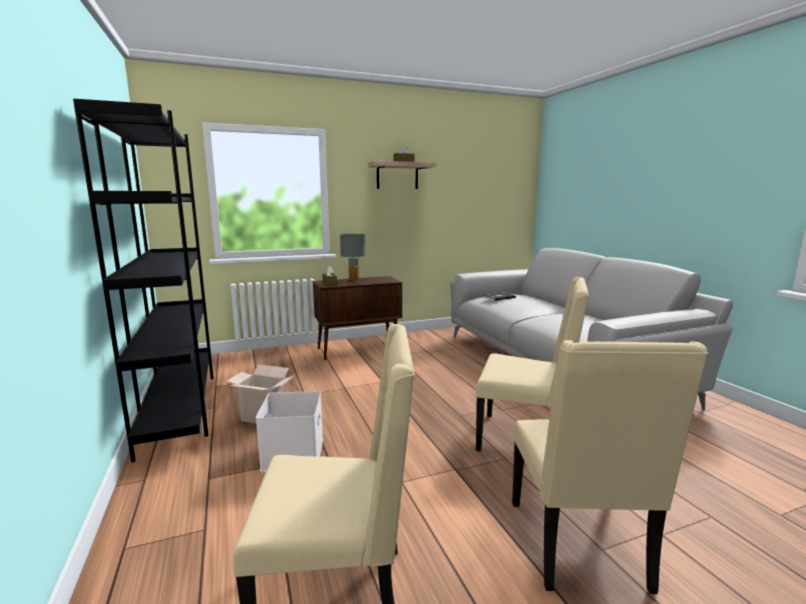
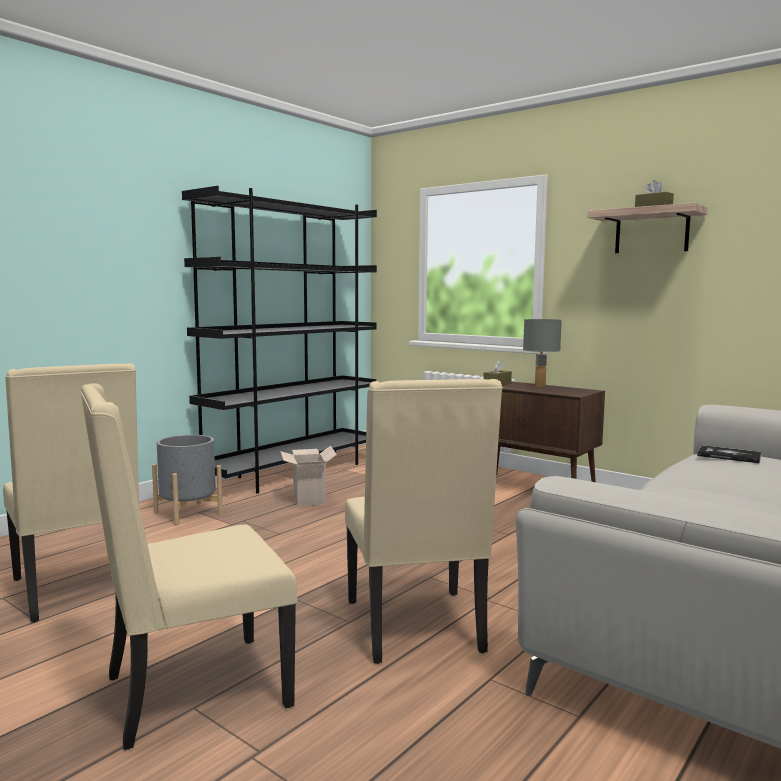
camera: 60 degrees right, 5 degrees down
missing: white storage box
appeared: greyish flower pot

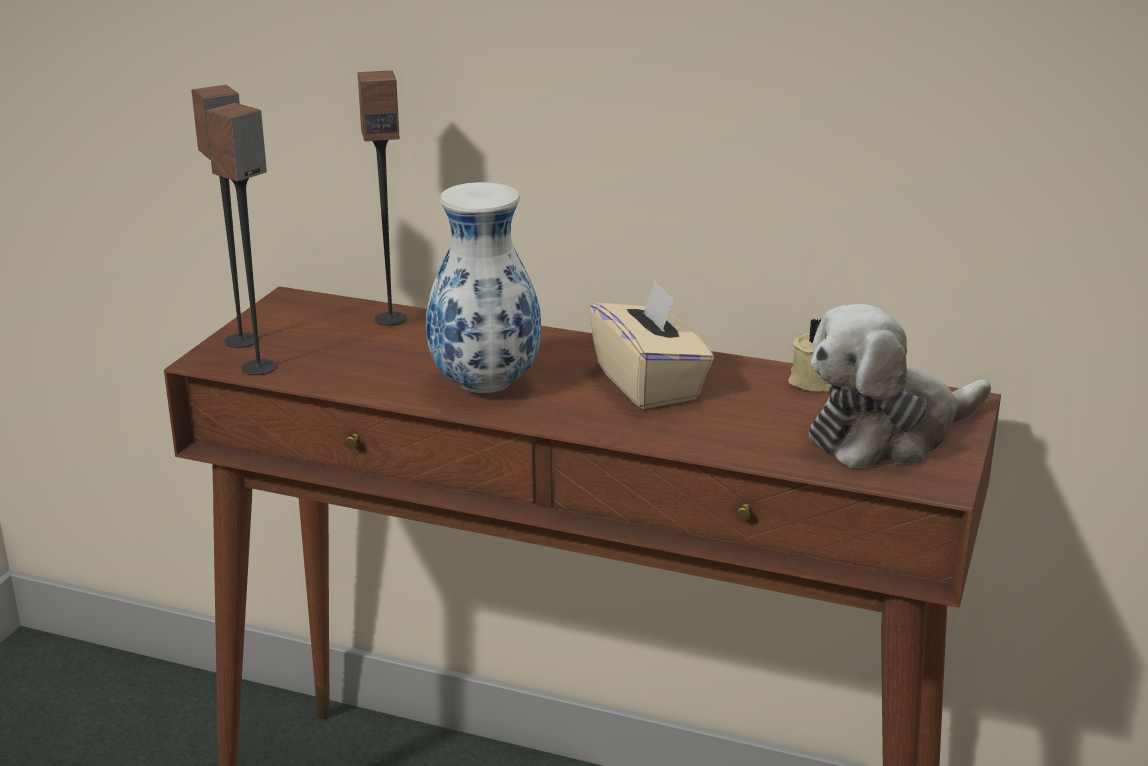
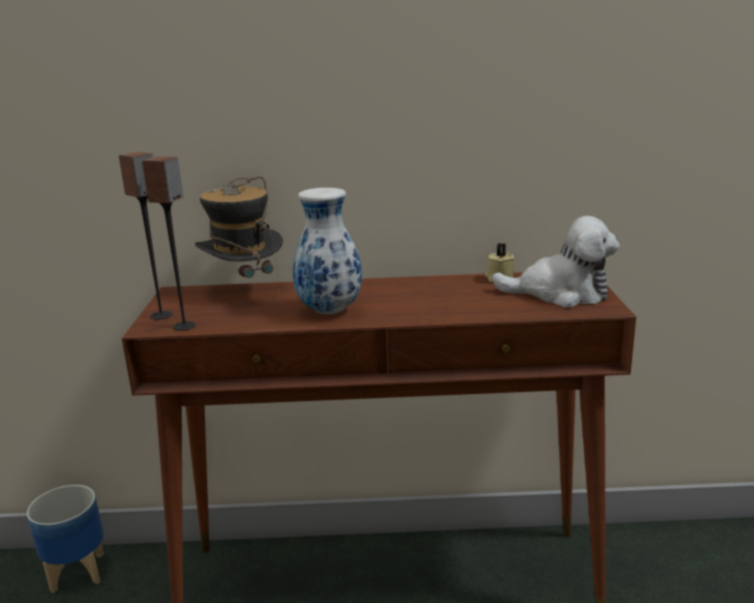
camera: 20 degrees left, 5 degrees down
missing: sand-coloured box of tissues
appeared: flower pot
exchanged: loudspeaker (no. 3 from left) to clothing hat
spun: soft toy 120 degrees counterclockwise

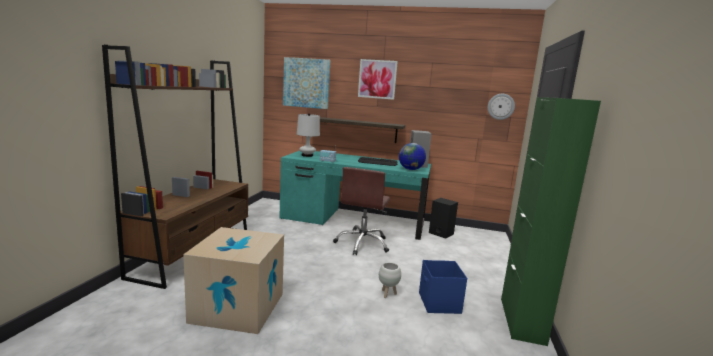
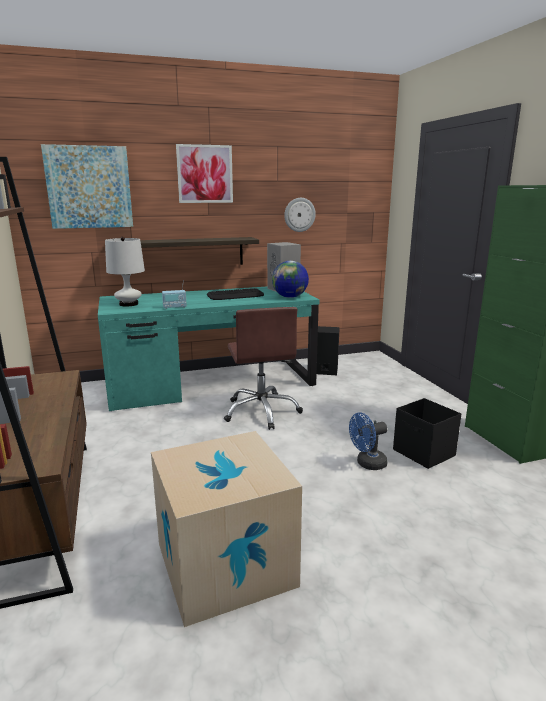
camera: 30 degrees left, 5 degrees up
relocated: clock on the wall
exchanged: white flower pot to blue fan
colour: blue storage box to black storage box

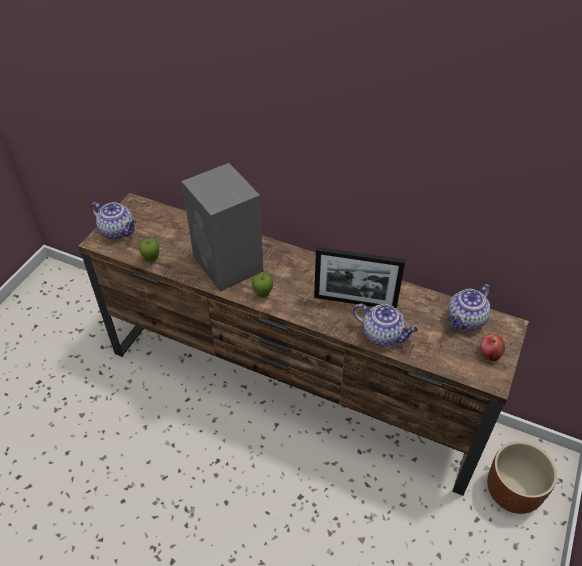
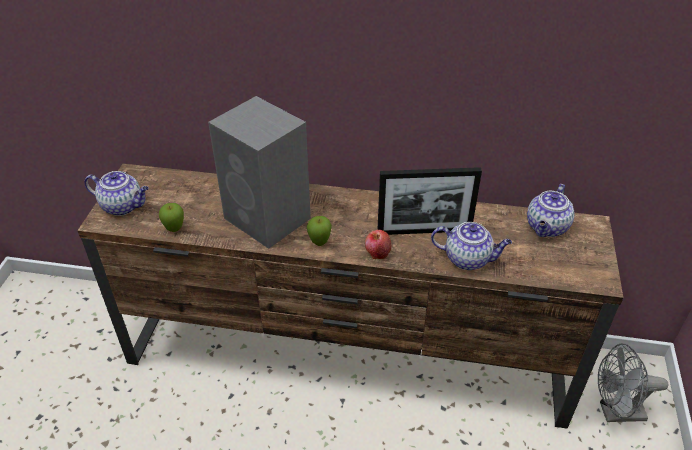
camera: 15 degrees left, 5 degrees down
relocated: apple (no. 3 from left)
exchanged: brown-coloured flower pot to greyish fan

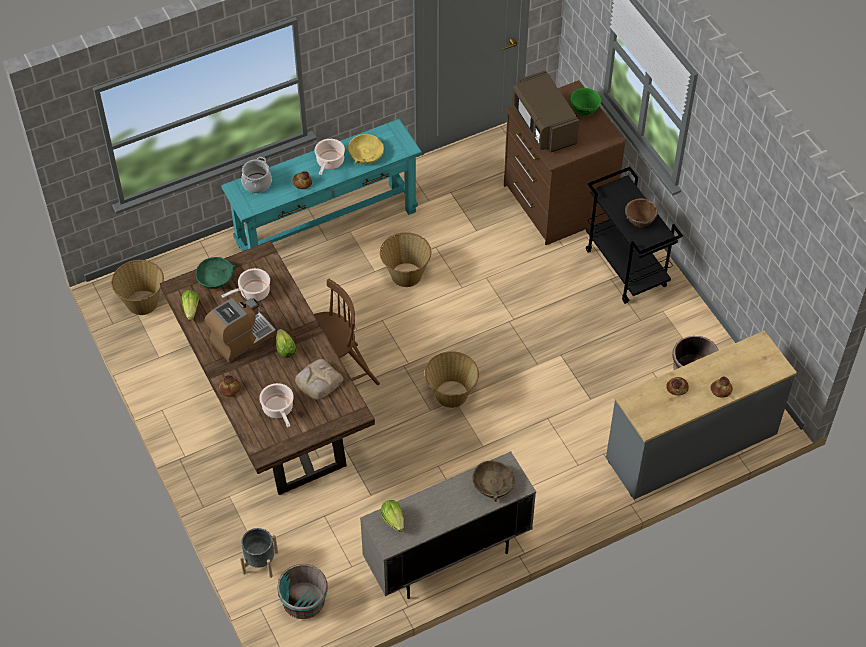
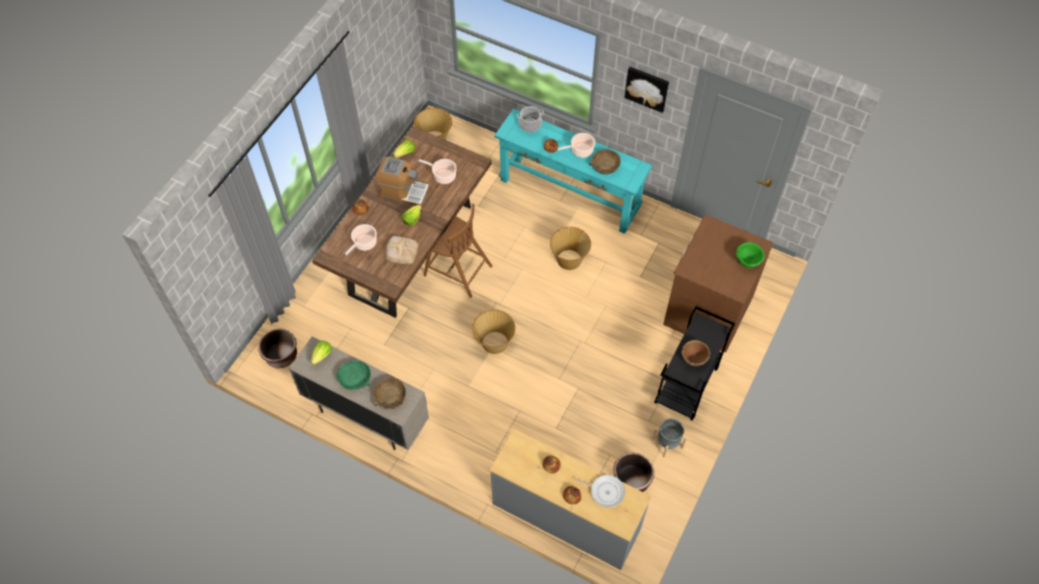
camera: 55 degrees right, 5 degrees up
missing: brown-coloured microwave
appeared: picture; frying pan
relocated: green deep dish (no. 1 from left); greyish flower pot
colour: yellow-coloured deep dish to brown-coloured deep dish (no. 2 from left); turquoise flower pot to brown-coloured flower pot (no. 1 from left)

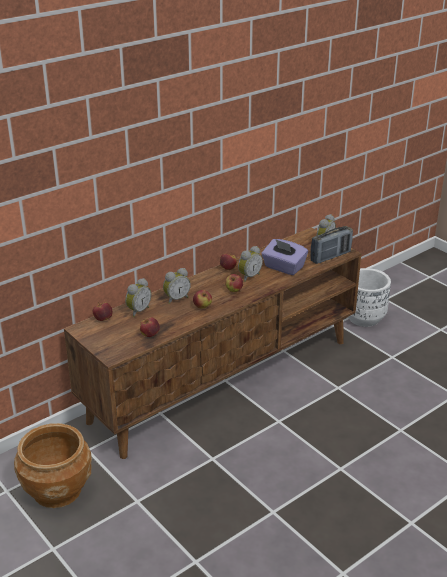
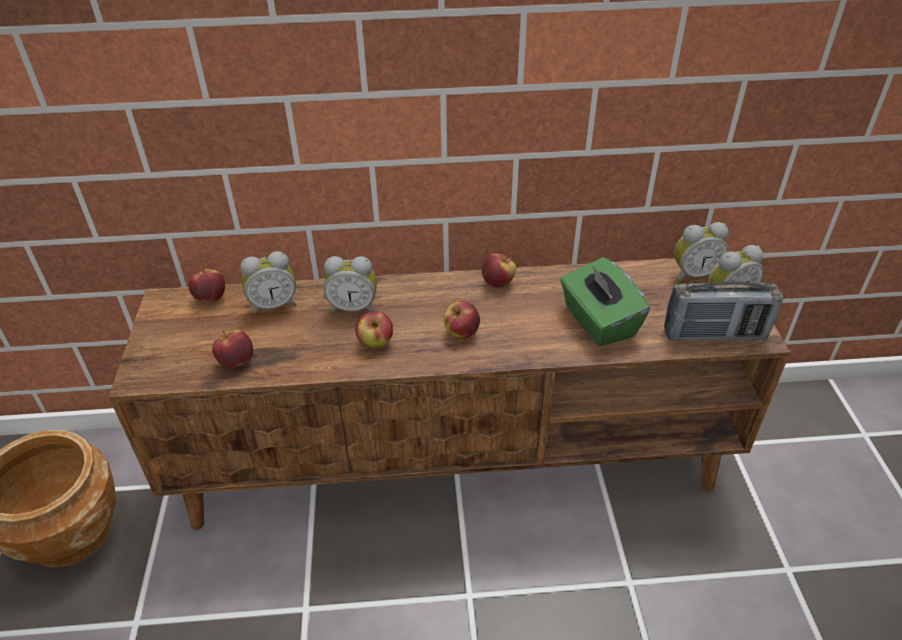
camera: 35 degrees right, 10 degrees up
missing: white flower pot
relocated: bedside clock (no. 3 from left)
colour: purplish box of tissues to green box of tissues

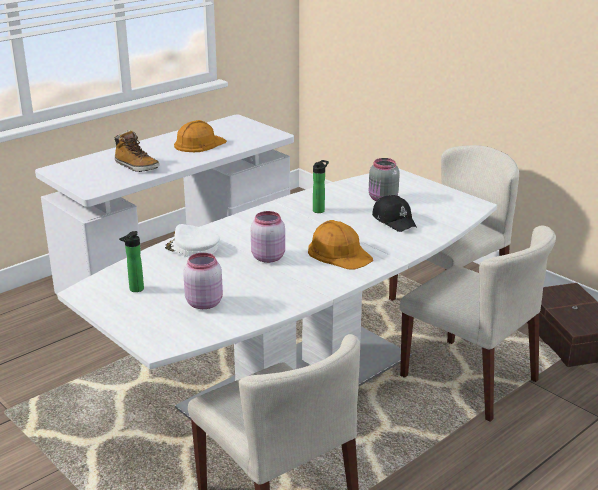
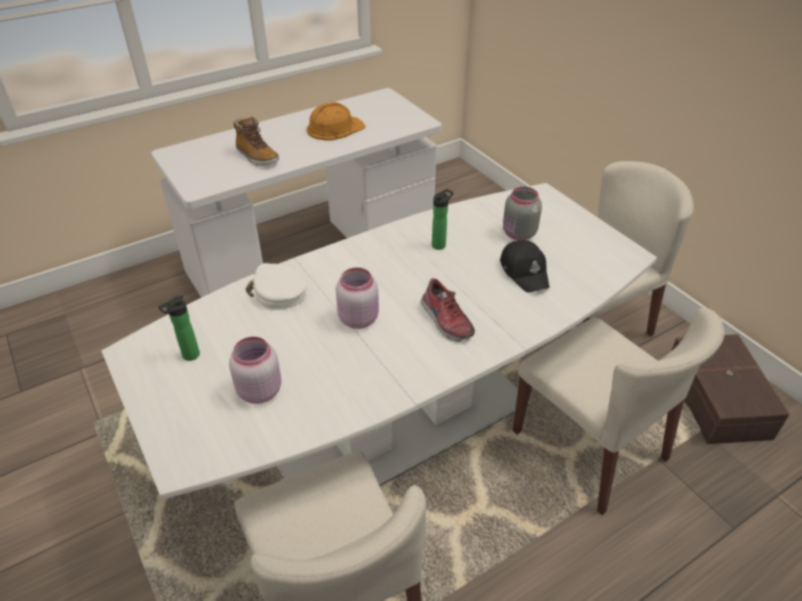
camera: 10 degrees right, 15 degrees up
exchanged: orange work helmet (no. 2 from left) to item of footwear

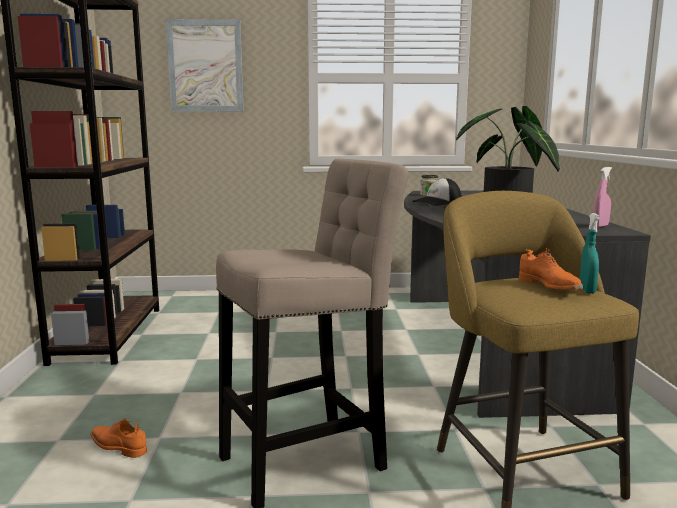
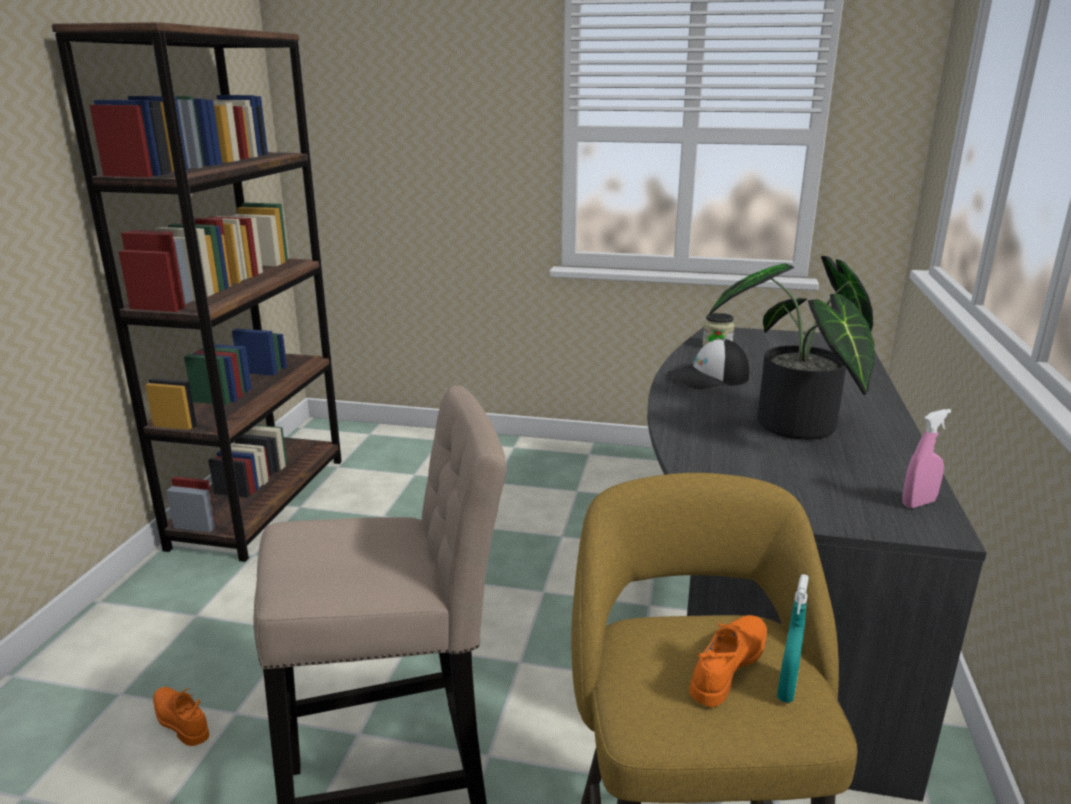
camera: 15 degrees right, 10 degrees up
missing: picture
spun: orange item of footwear (no. 2 from left) 135 degrees counterclockwise

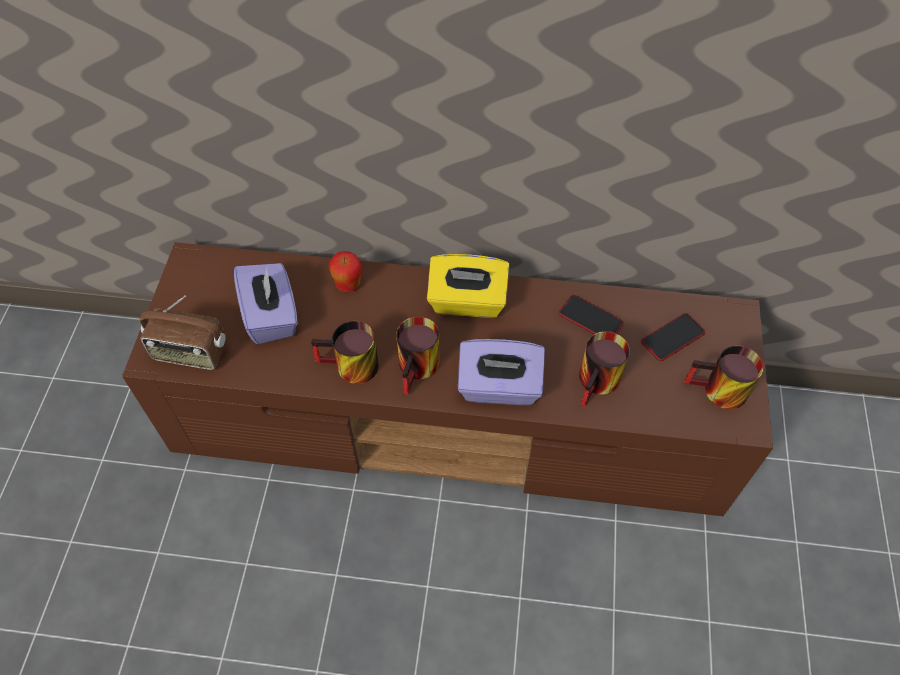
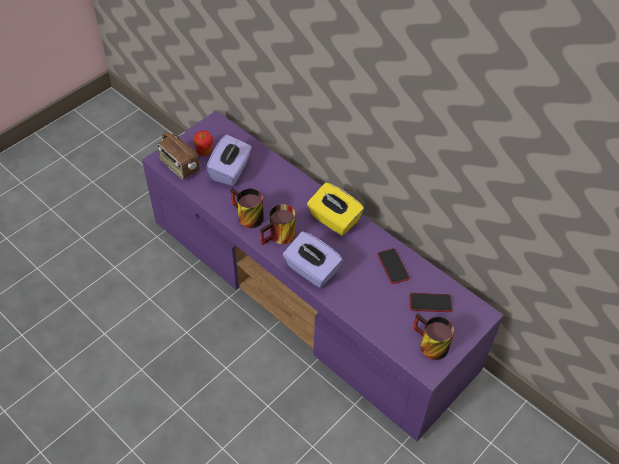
camera: 35 degrees right, 5 degrees down
missing: mug (no. 3 from left)
relocated: apple
colour: brown-coloured media console to purplish media console

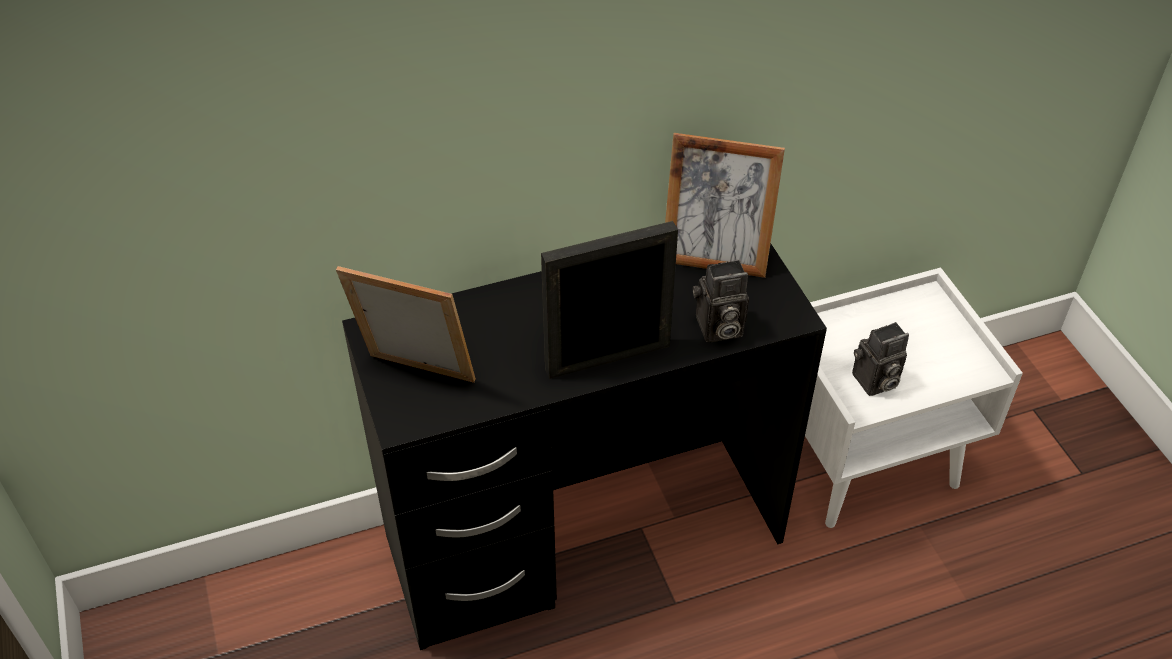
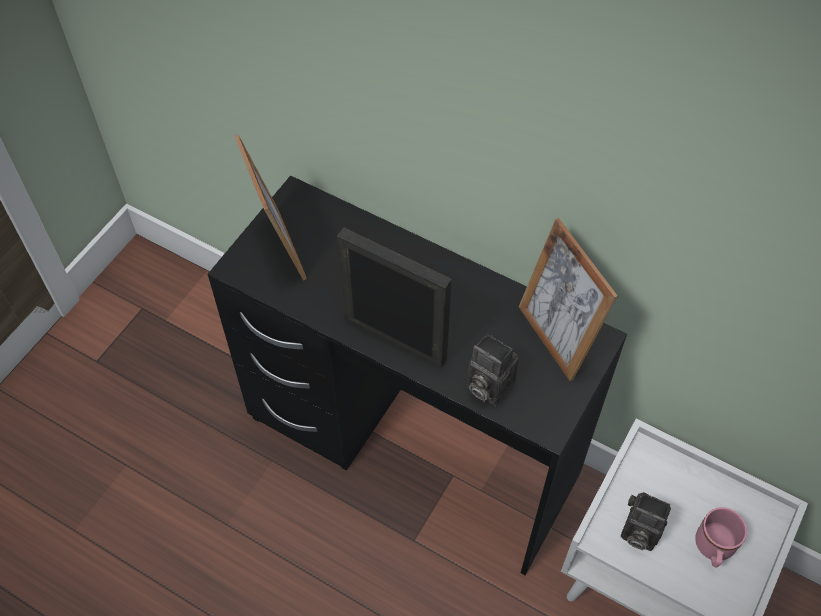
camera: 50 degrees right, 10 degrees up
appeared: pink mug

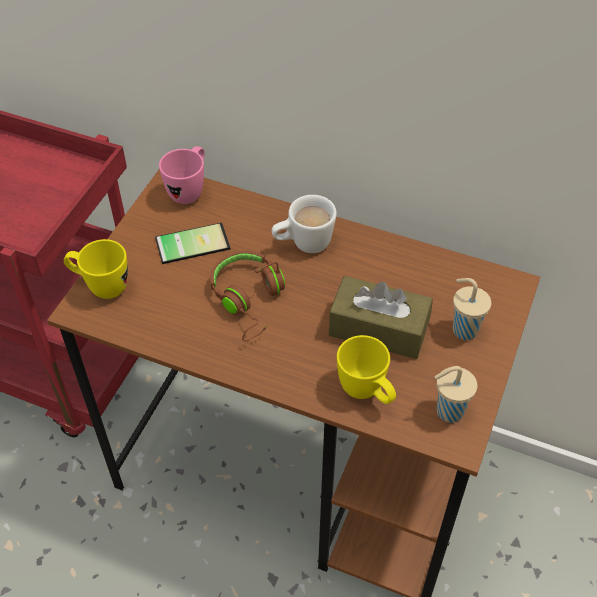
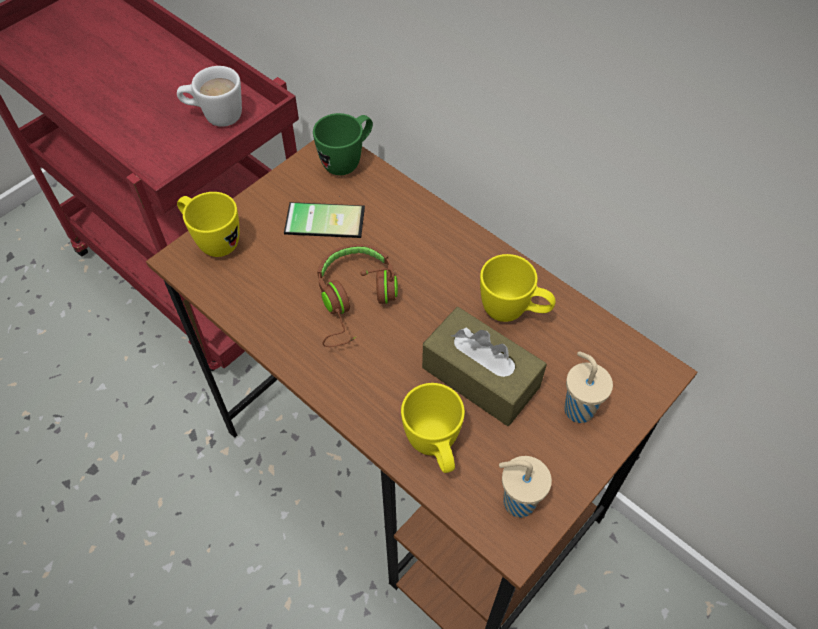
camera: 20 degrees right, 5 degrees up
appeared: yellow-coloured mug (no. 3 from left)
relocated: white mug
colour: pink mug to green mug

